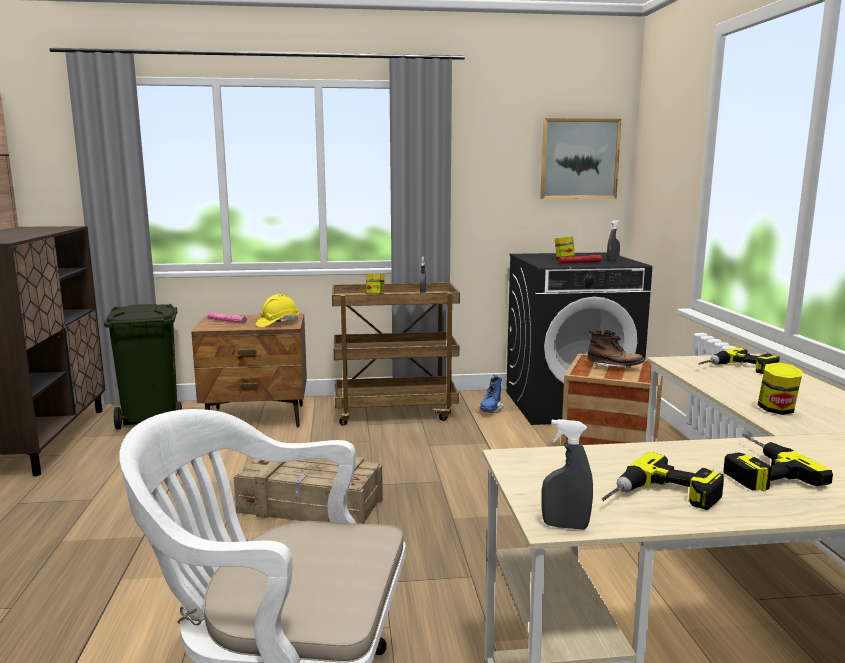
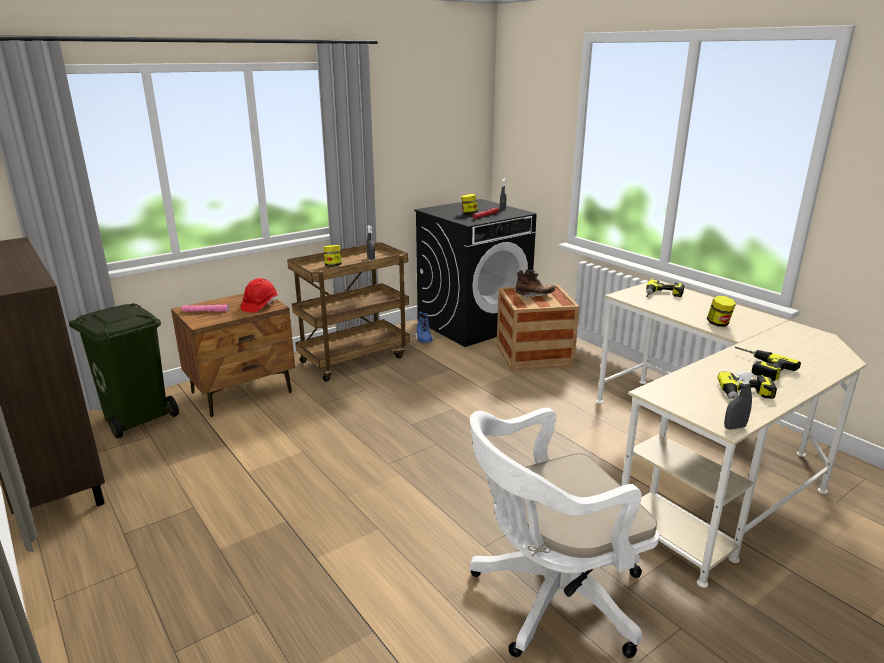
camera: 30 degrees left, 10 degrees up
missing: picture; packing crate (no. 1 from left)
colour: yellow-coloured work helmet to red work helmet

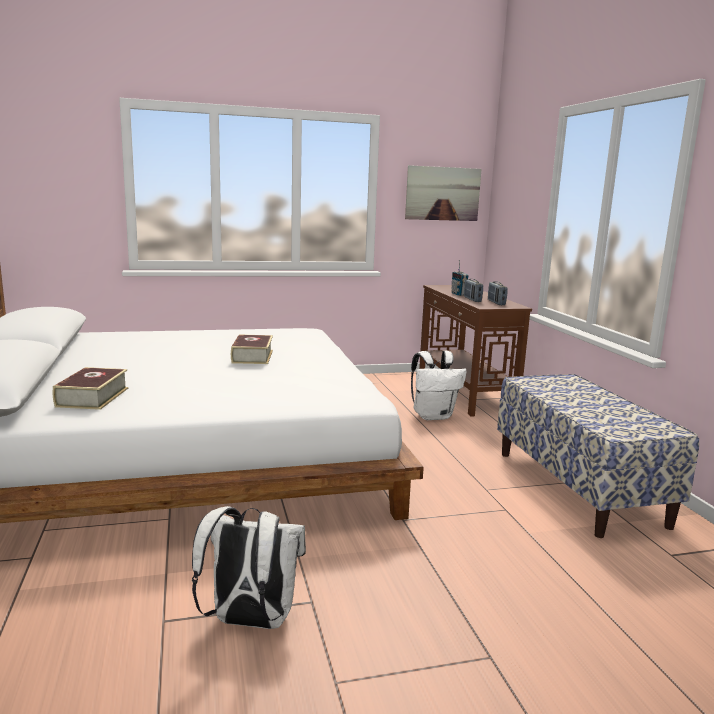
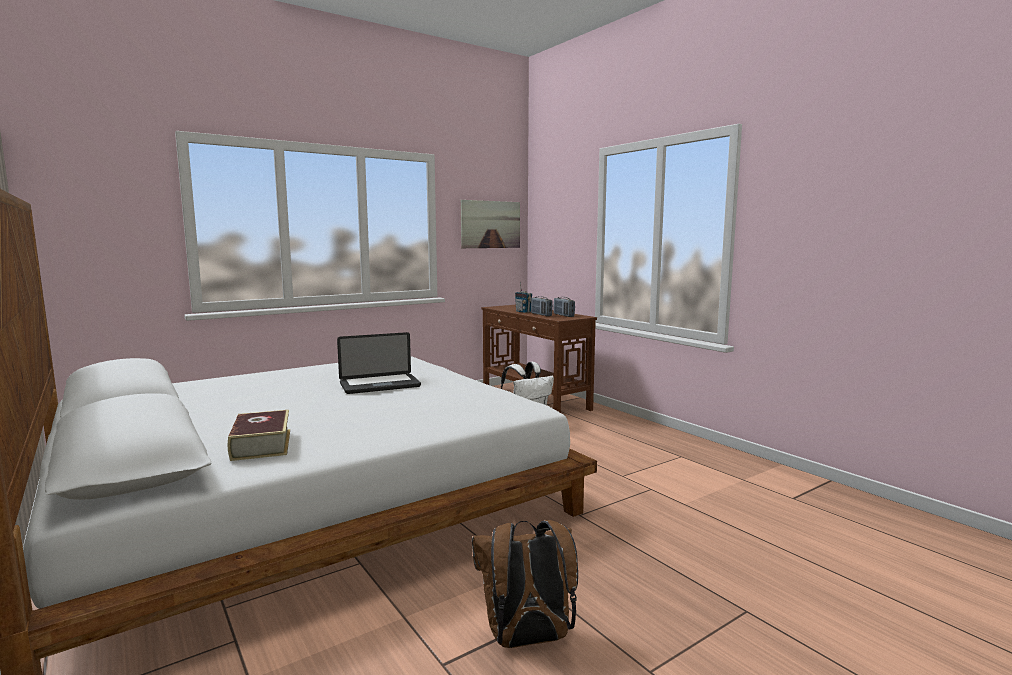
camera: 20 degrees left, 5 degrees down
missing: bench
exchanged: volume (no. 2 from left) to notebook computer
colour: white rucksack (no. 1 from left) to brown-coloured rucksack

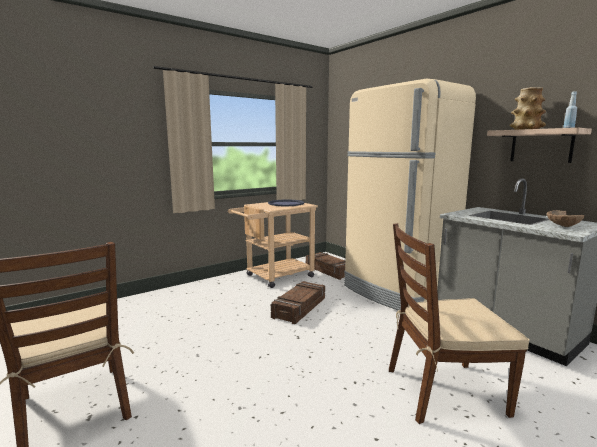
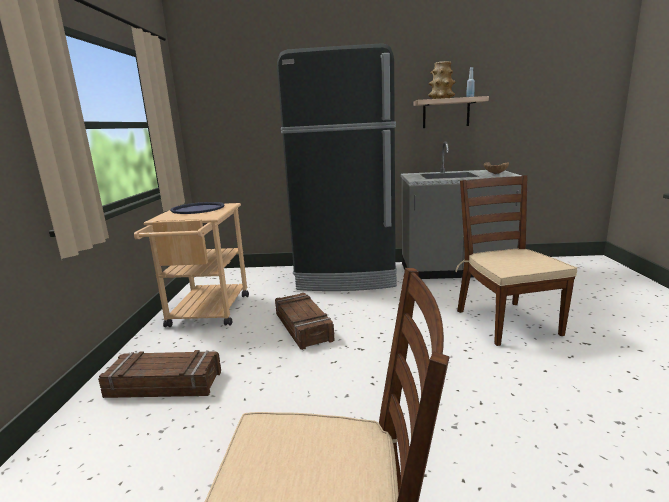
camera: 50 degrees left, 5 degrees up
relocated: packing crate (no. 2 from left in the first image) to packing crate (no. 1 from left)
colour: sand-coloured fridge to black fridge
spun: brown-coloured chair (no. 2 from left) 135 degrees clockwise

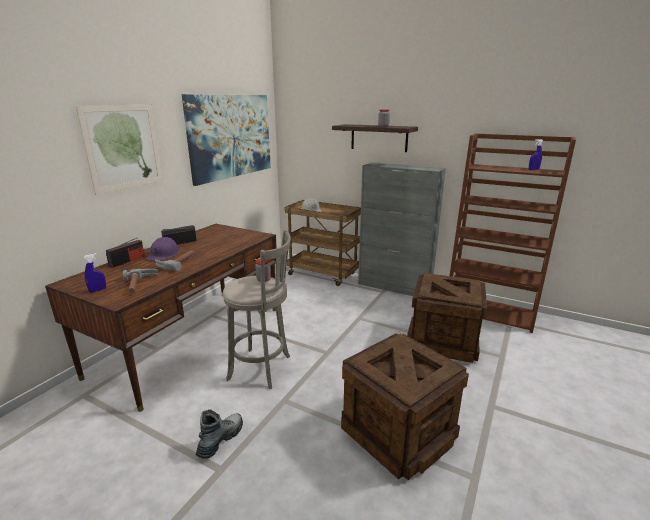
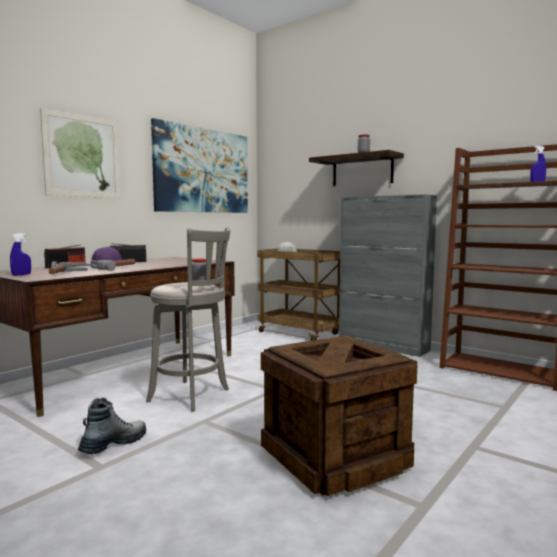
camera: 10 degrees right, 15 degrees down
missing: packing crate (no. 2 from left)

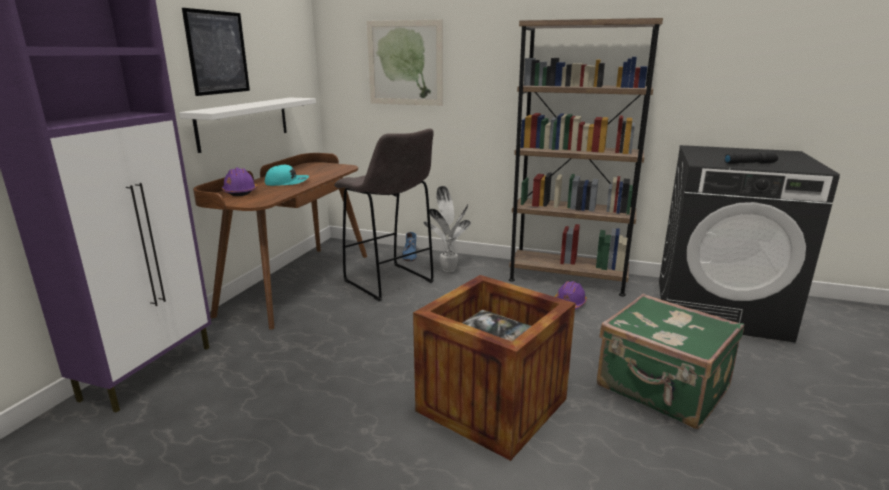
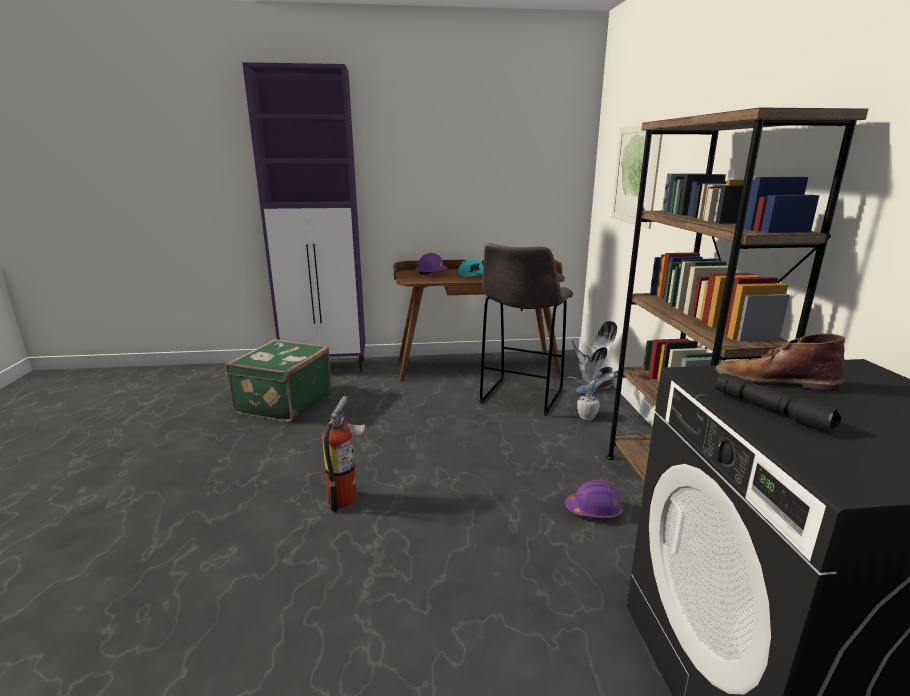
camera: 65 degrees right, 0 degrees up
missing: picture (no. 1 from left); white bracket shelf
appeared: brown-coloured high-top boot
relocated: green travel case
exchanged: packing crate to fire extinguisher

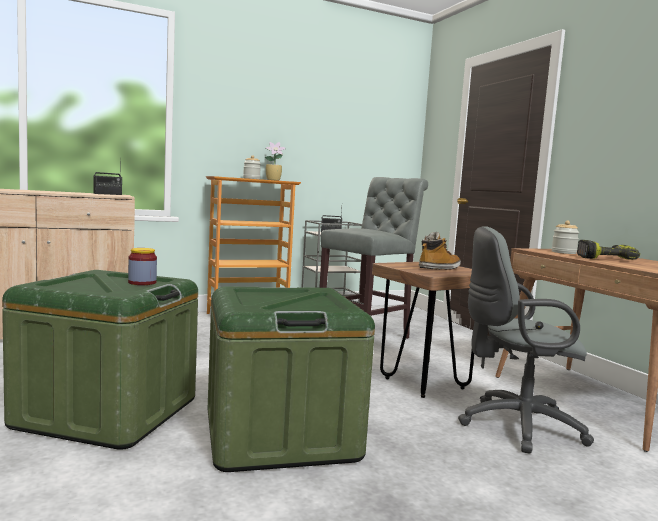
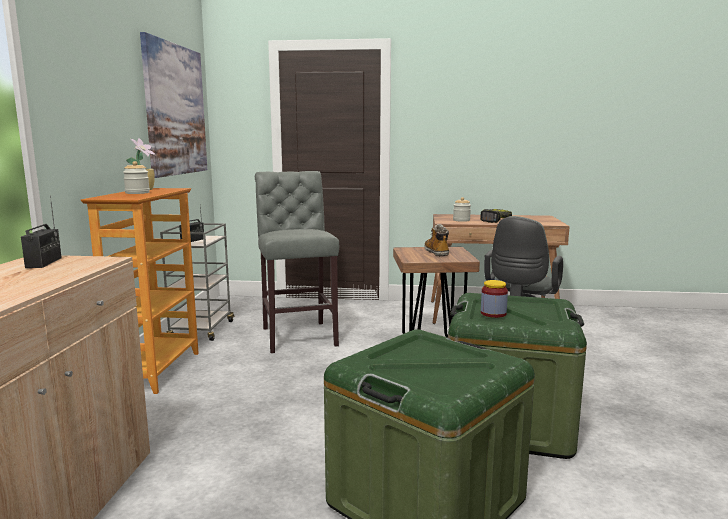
camera: 60 degrees left, 5 degrees up
appeared: picture
relocated: jar (no. 1 from left in the first image) to jar (no. 3 from left)

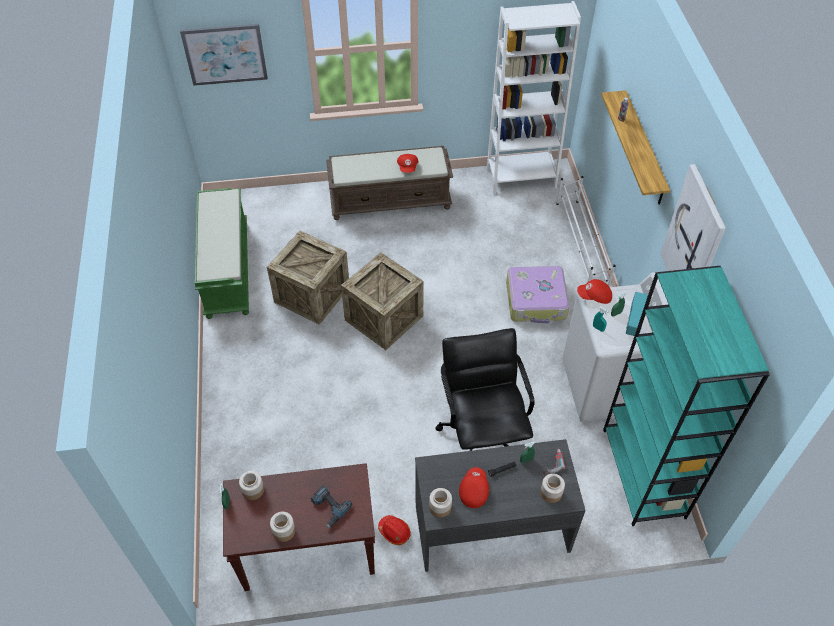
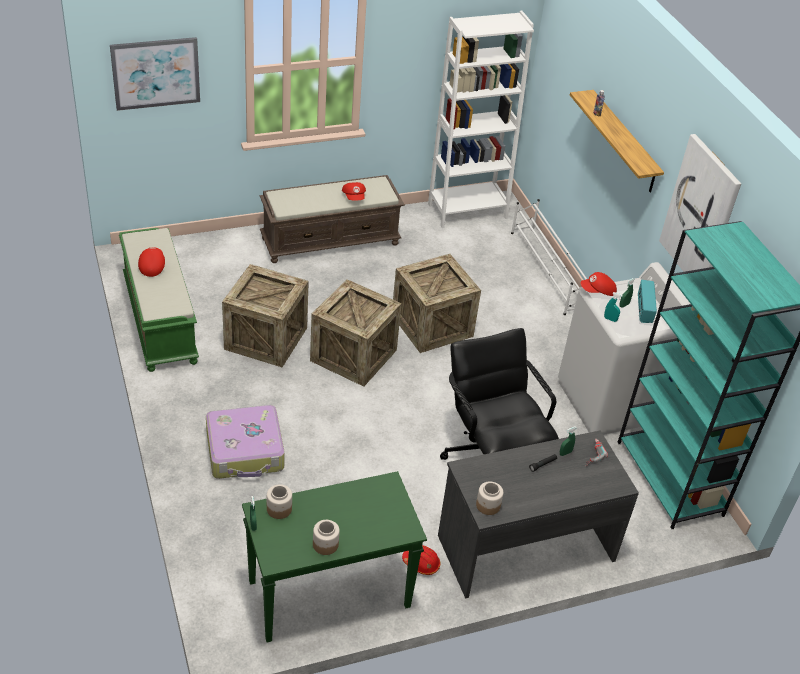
camera: 15 degrees left, 10 degrees down
missing: jar (no. 4 from left); power drill (no. 1 from left)
appeared: packing crate (no. 3 from left)
relocated: travel case; red peaked cap (no. 2 from left in the first image) to red peaked cap (no. 1 from left)
colour: brown-coloured console table to green console table

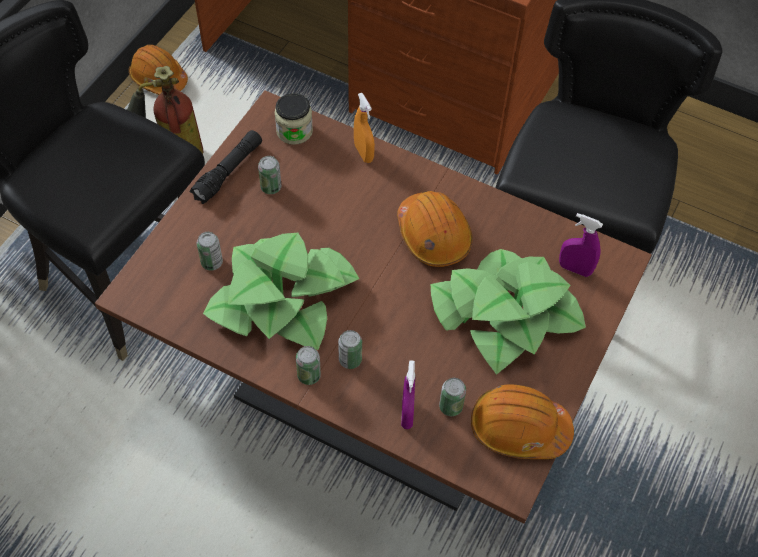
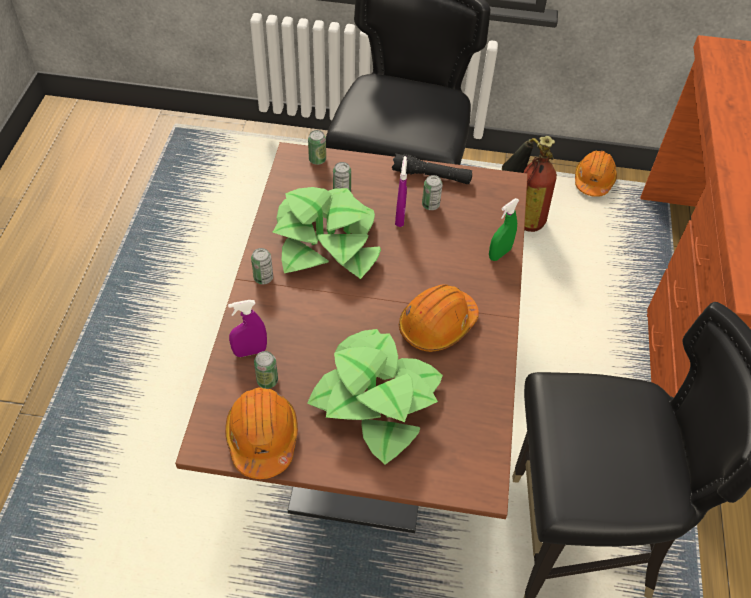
camera: 70 degrees right, 5 degrees down
missing: jar
relocated: purplish sprayer (no. 2 from left); can (no. 4 from left in the first image) to can (no. 3 from left)
colour: orange sprayer to green sprayer

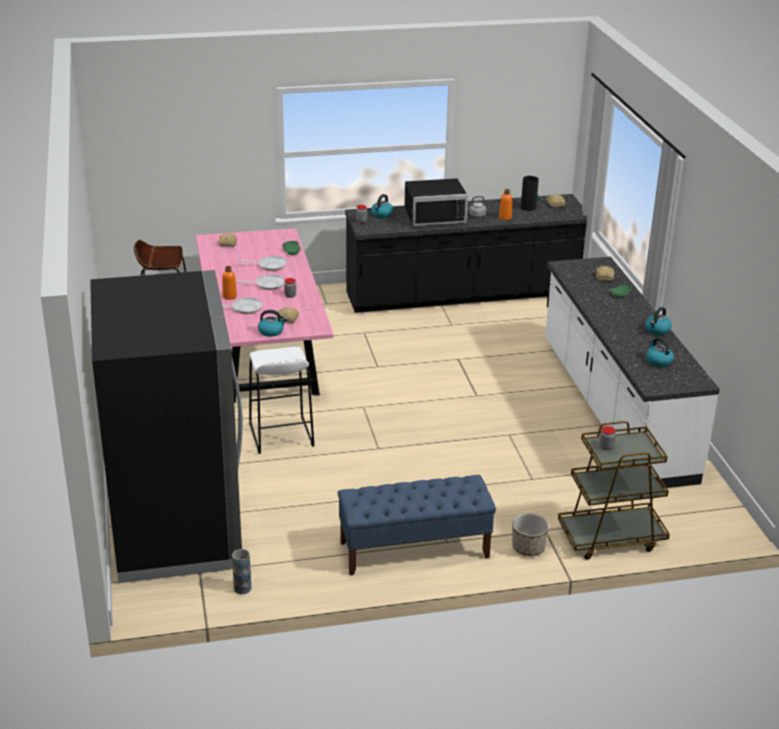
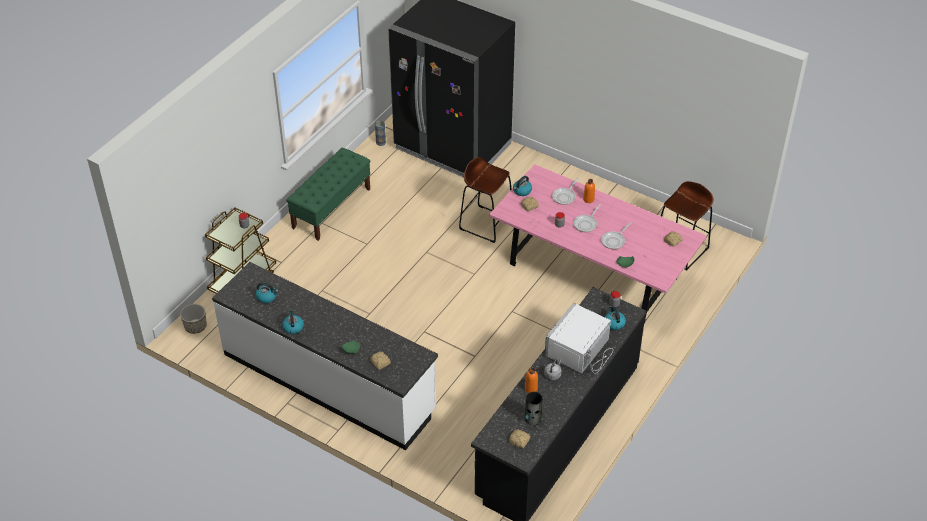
camera: 135 degrees right, 15 degrees up
relocated: flower pot
colour: black microwave to white microwave; white stool seat to brown-coloured stool seat (no. 1 from left); blue bench to green bench

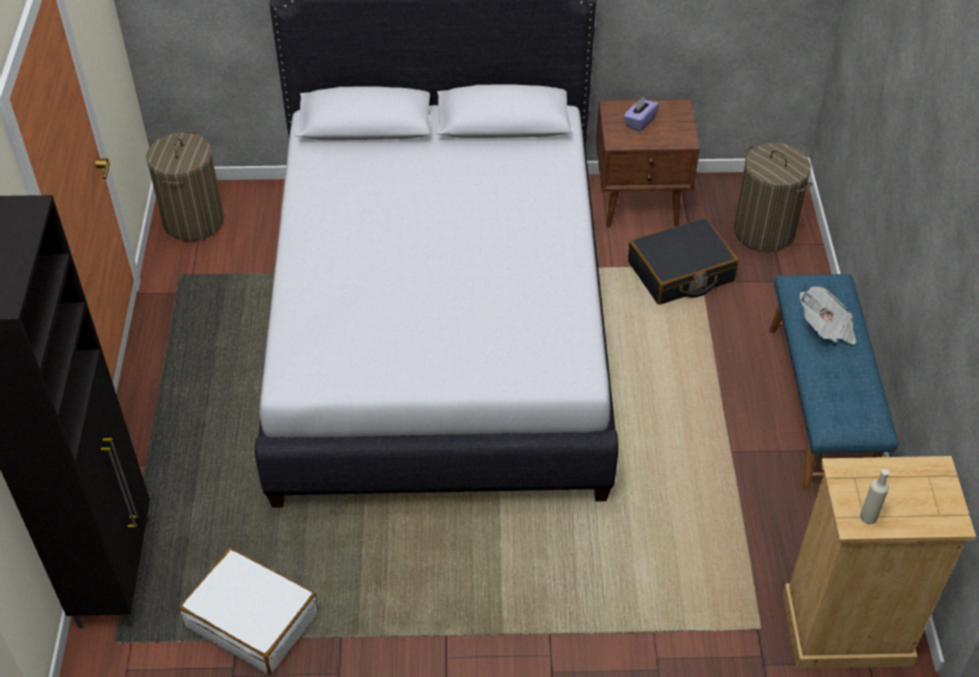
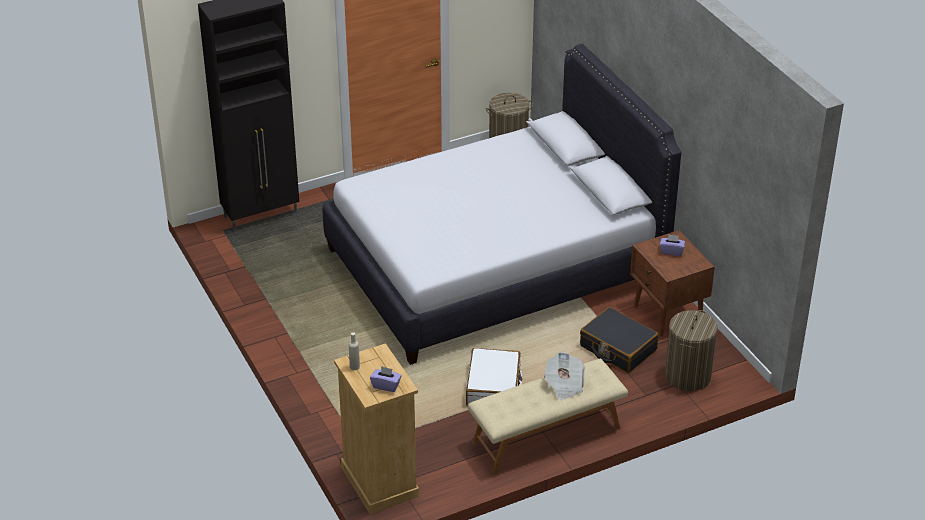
camera: 65 degrees right, 10 degrees down
appeared: purplish box of tissues (no. 1 from left)
relocated: white travel case
colour: blue bench to sand-coloured bench

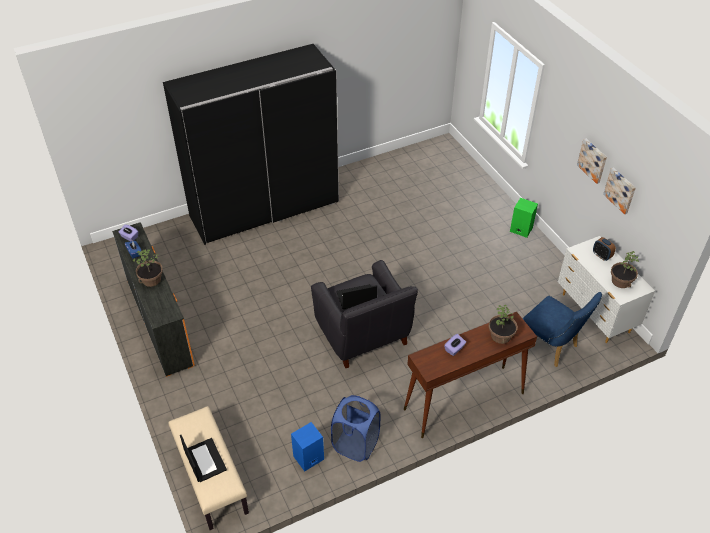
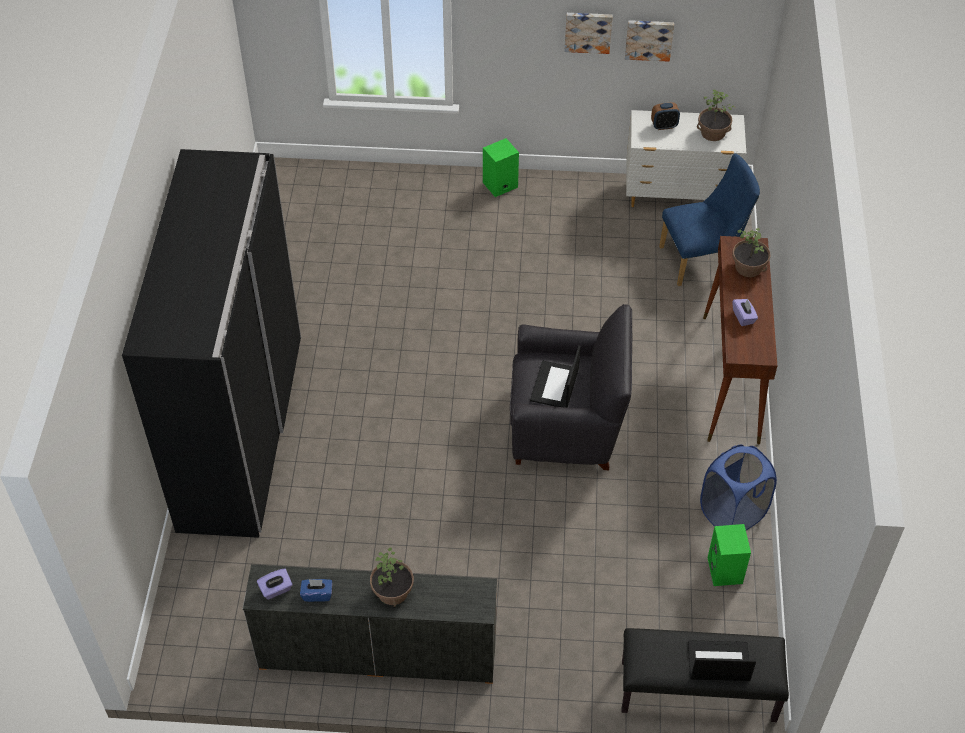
camera: 60 degrees left, 5 degrees up
colour: sand-coloured bench to black bench; blue loudspeaker to green loudspeaker (no. 2 from left)

